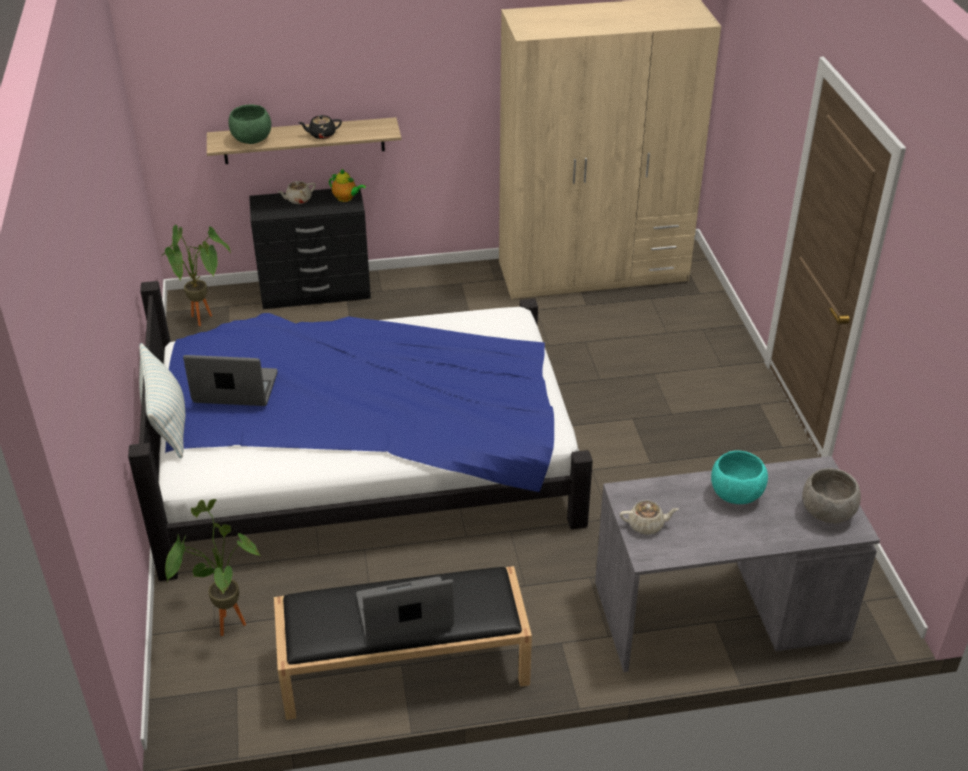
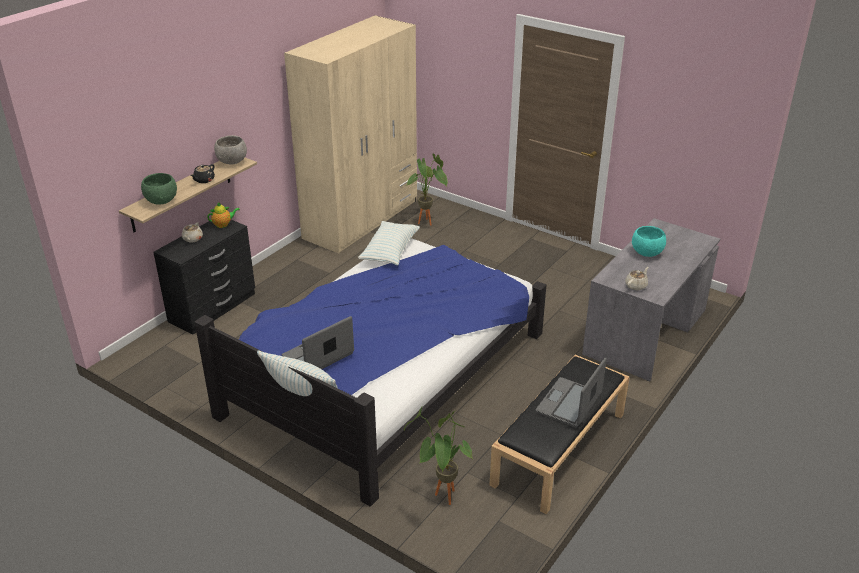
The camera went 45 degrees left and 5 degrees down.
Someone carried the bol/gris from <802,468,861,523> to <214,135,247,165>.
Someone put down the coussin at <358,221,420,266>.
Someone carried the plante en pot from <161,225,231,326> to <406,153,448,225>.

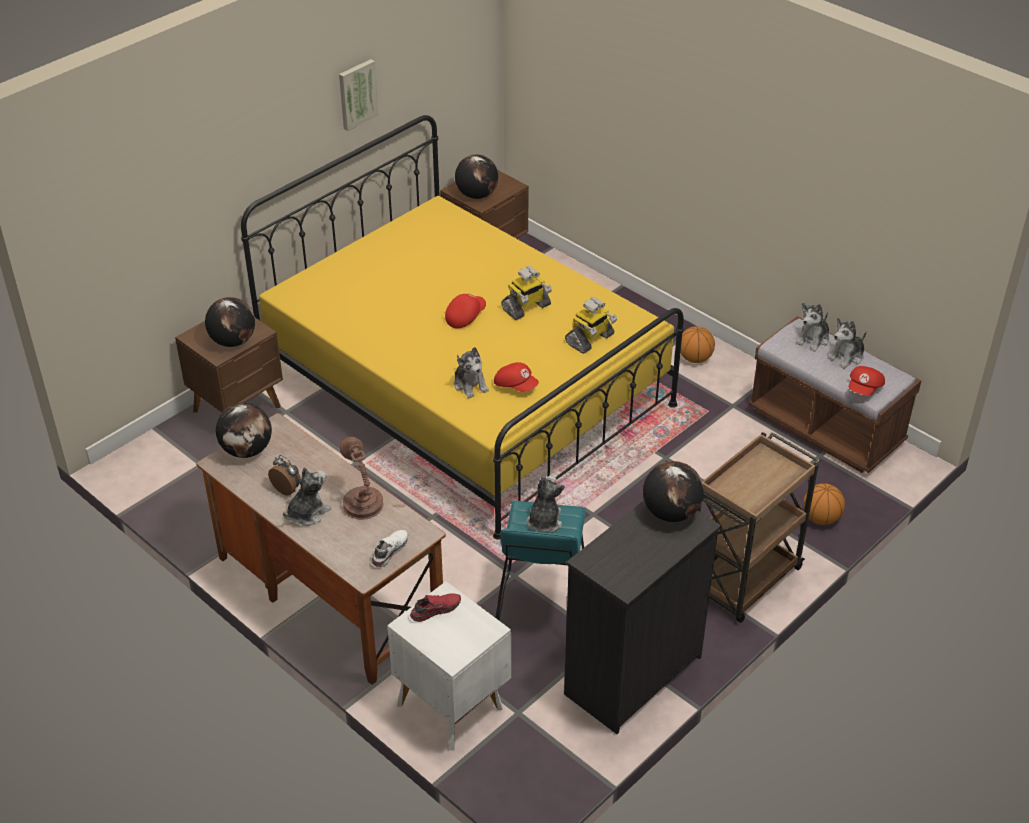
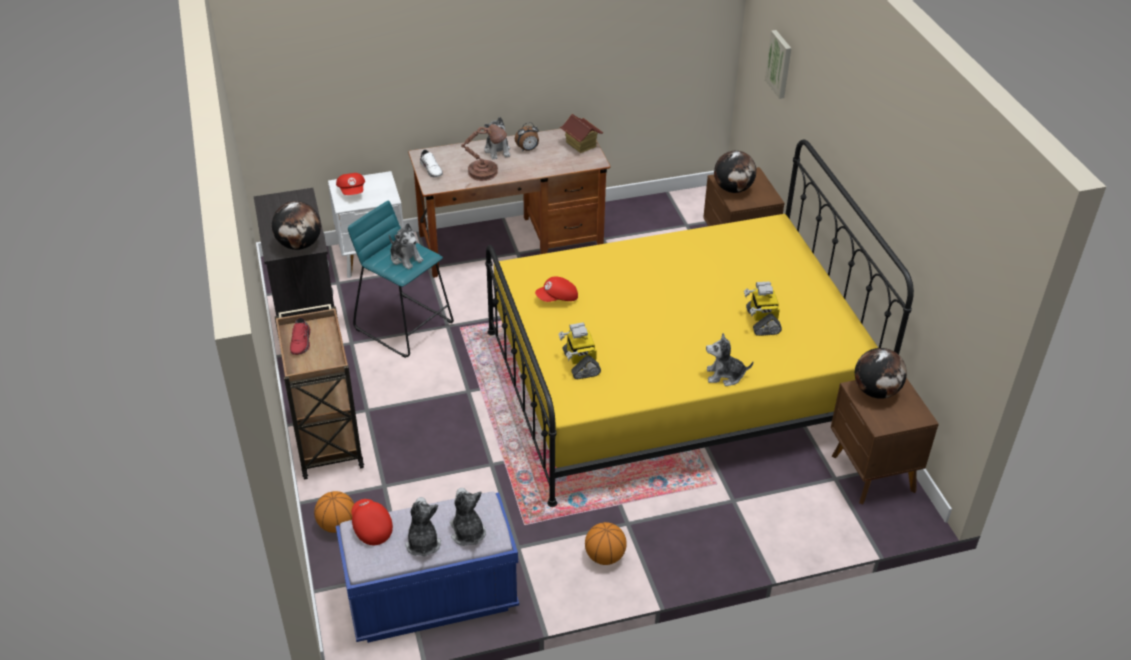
The camera went 120 degrees right and 0 degrees up.
Someone carried the chaussure/rouge from <410,593,461,622> to <290,317,311,355>.
Someone carried the casquette/rouge from <445,293,486,328> to <336,173,365,195>.
Someone repainted the banc/marron at <748,316,921,473>, which became the banc/bleu at <336,491,519,643>.
Someone swapped the globe at <216,403,272,458> for the maison miniature at <560,114,603,153>.
Someone carried the peluche from <454,347,489,398> to <706,333,753,386>.
Someone carried the robot jouet from <501,266,552,320> to <744,281,782,336>.
Someone carried the tableau from <339,59,379,131> to <765,30,791,99>.

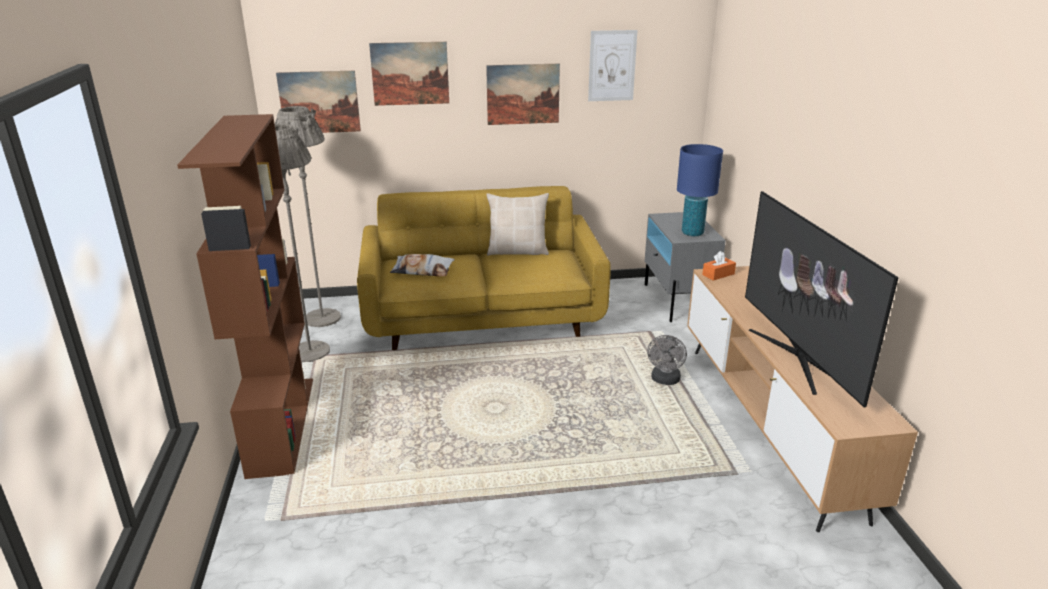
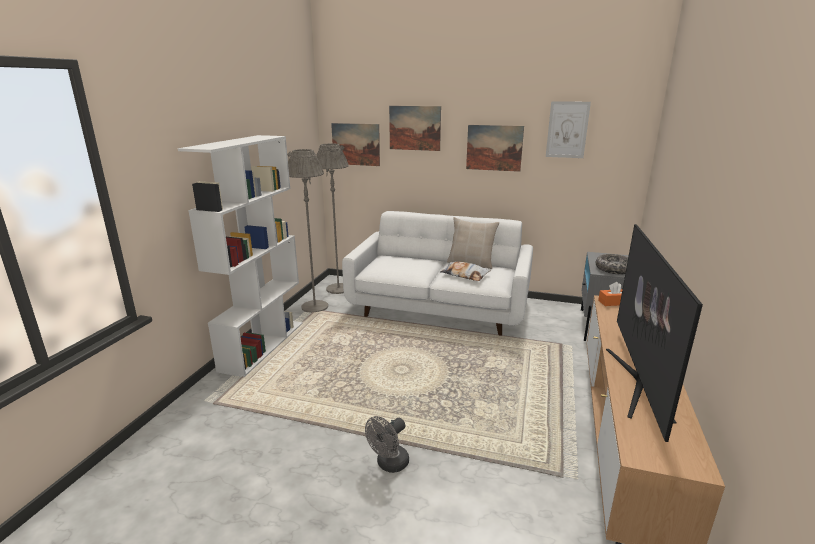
The camera went 25 degrees right and 5 degrees down.
Someone repainted the bibliothèque/marron at <177,114,313,479>, which became the bibliothèque/blanc at <178,135,303,377>.
Someone repainted the canapé/jaune at <357,186,611,350>, which became the canapé/blanc at <342,211,533,336>.
Someone carried the ventilateur/gris from <647,335,687,385> to <365,416,409,473>.
Someone carried the coussin from <390,254,455,276> to <440,261,491,281>.
Someone swapped the lampe de table/bleu at <677,144,723,236> for the bol at <596,254,628,274>.

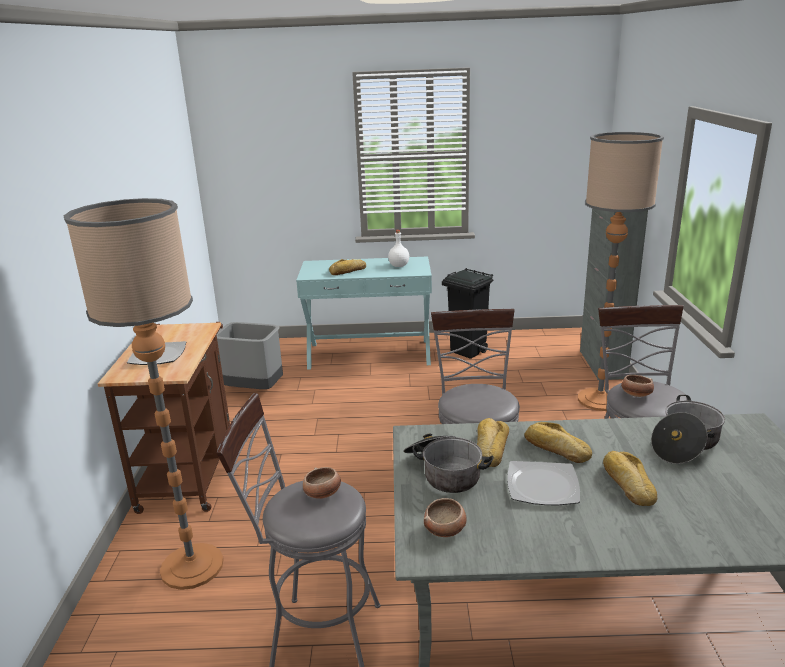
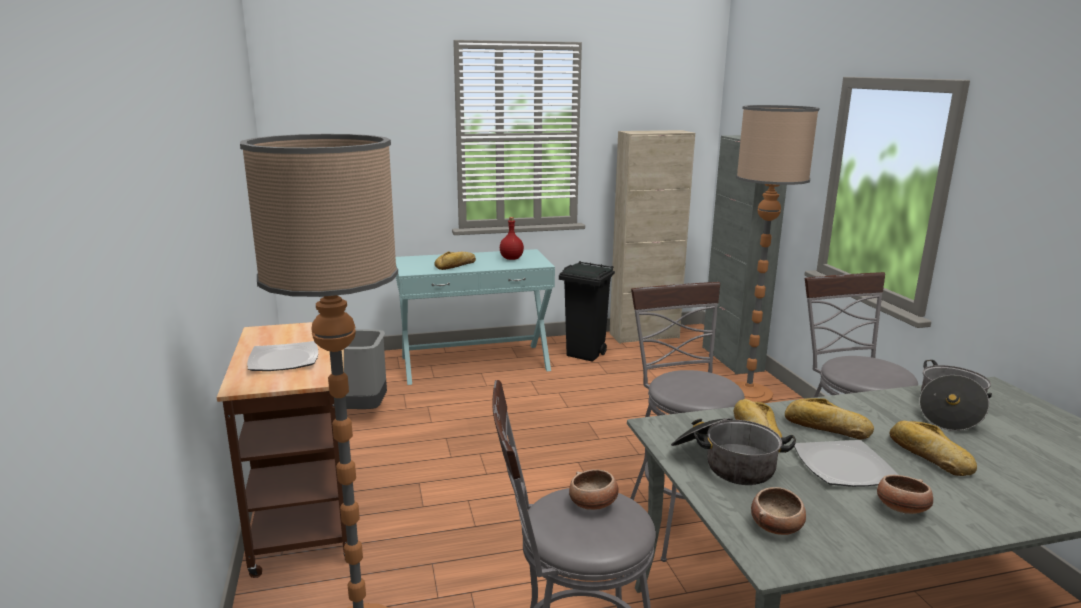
The camera went 15 degrees left and 5 degrees down.
Someone repainted the bouteille/blanc at <388,230,409,267>, which became the bouteille/rouge at <500,217,524,260>.
Someone put down the meuble de rangement/beige at <610,130,695,344>.
Someone carried the bol from <621,375,654,397> to <877,475,933,514>.

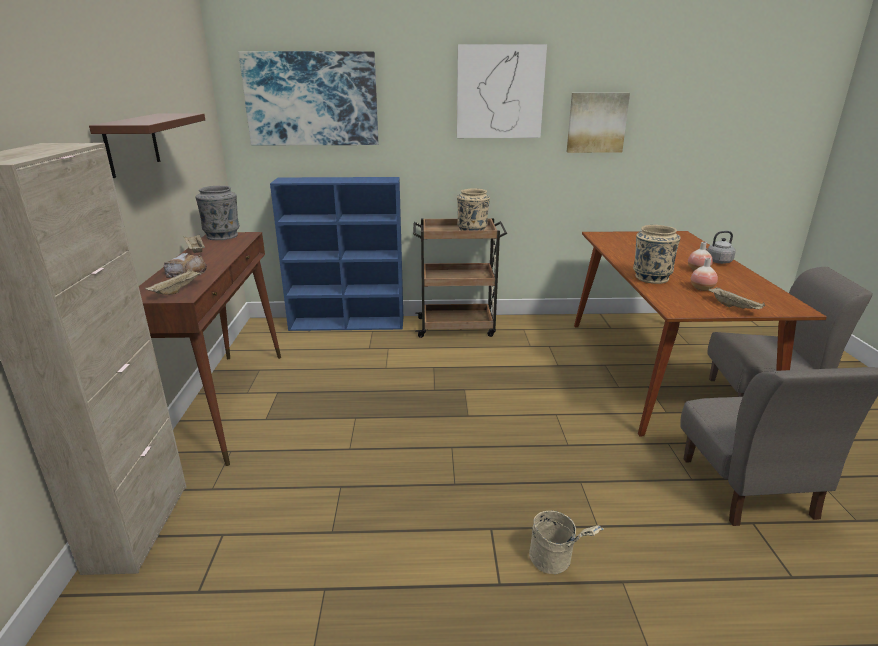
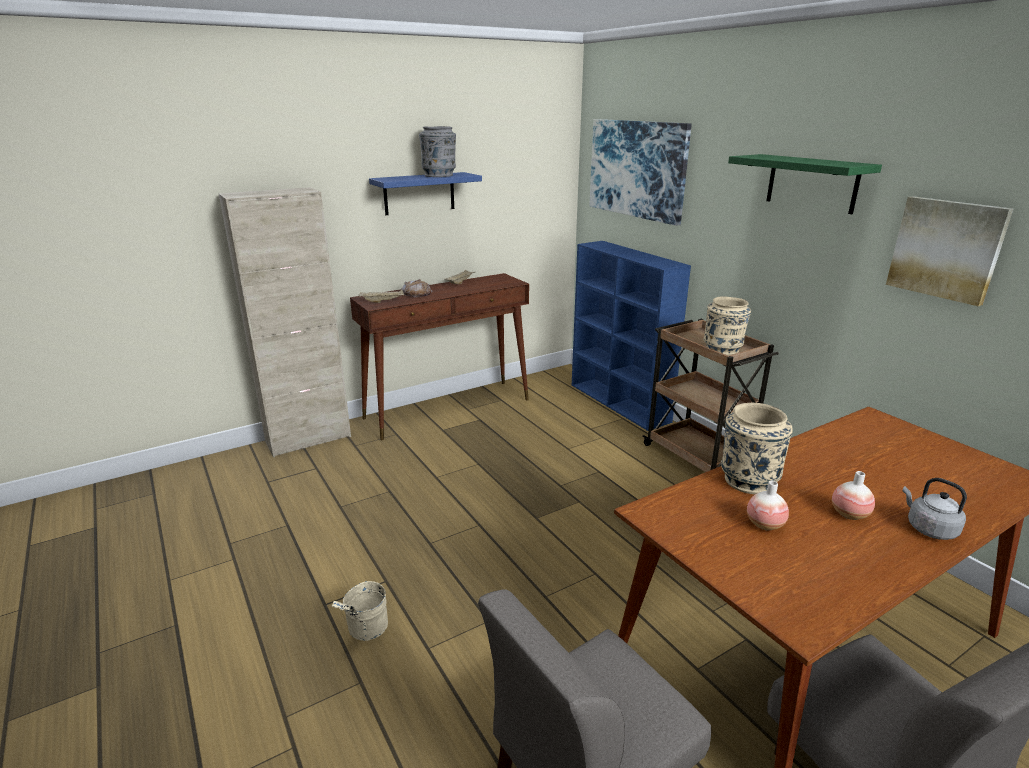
The camera went 60 degrees right and 0 degrees up.
Someone repainted the étagère/marron at <89,114,205,178>, which became the étagère/bleu at <369,172,482,215>.
Someone carried the vase/gris from <195,186,240,240> to <419,126,456,177>.
Someone swapped the tableau at <457,44,547,138> for the étagère/vert at <728,154,882,214>.
Someone took away the plateau/beige at <708,287,765,309>.

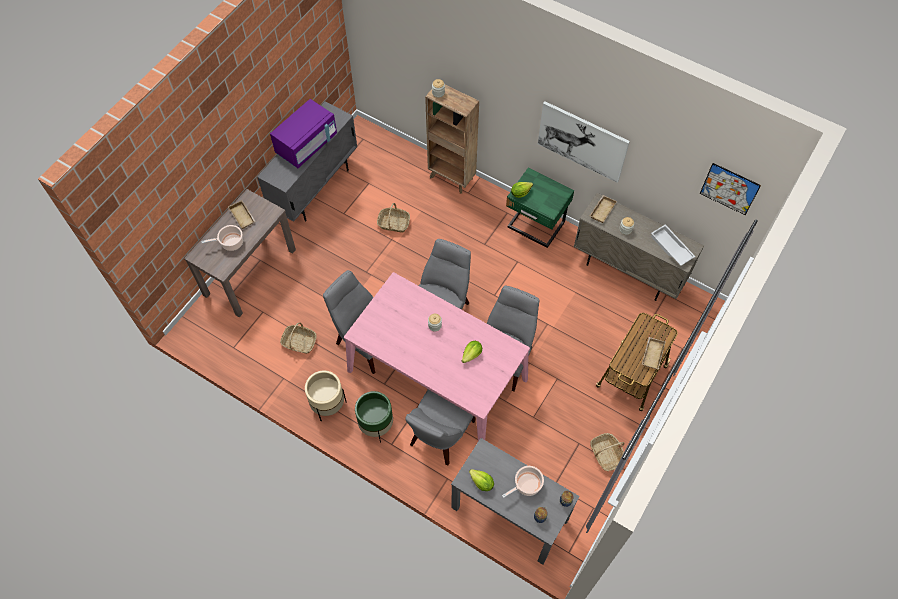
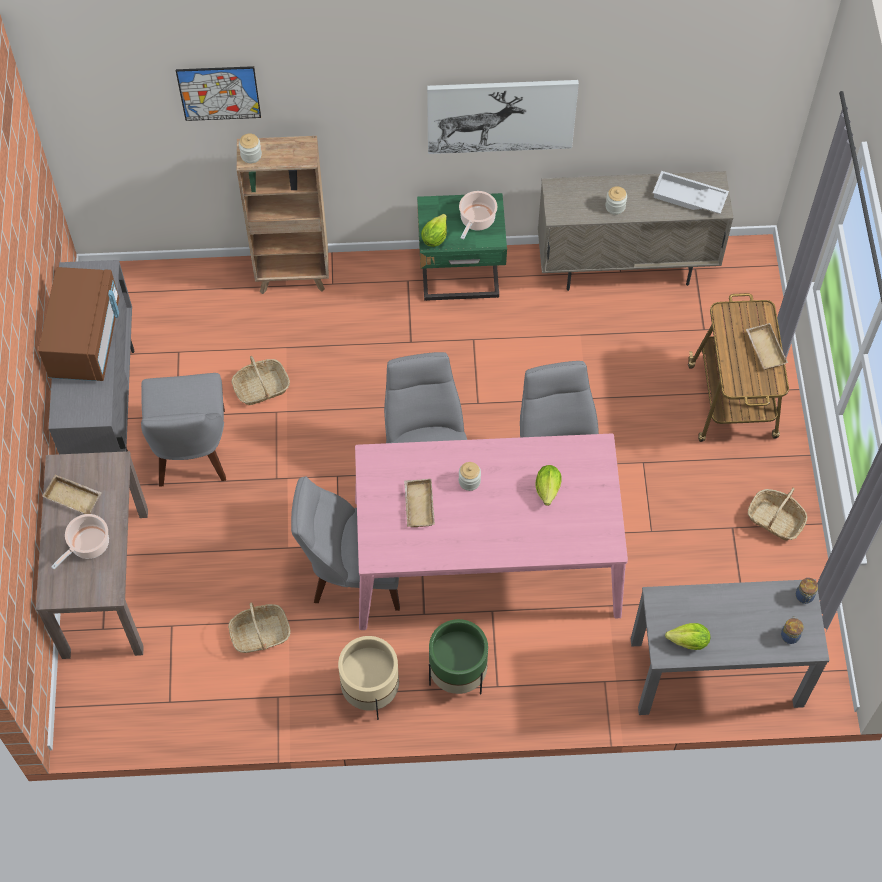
The camera went 35 degrees left and 0 degrees up.
Someone repainted the micro-ondes/violet at <270,99,337,168>, which became the micro-ondes/marron at <38,267,119,381>.
Someone carried the chaise/gris from <405,389,476,466> to <141,373,226,487>.
Someone carried the tableau from <700,163,761,215> to <176,66,261,121>.
Someone carried the plateau/beige from <590,195,617,223> to <404,479,435,527>.
Someone carried the marmite from <502,466,544,498> to <459,191,497,239>.

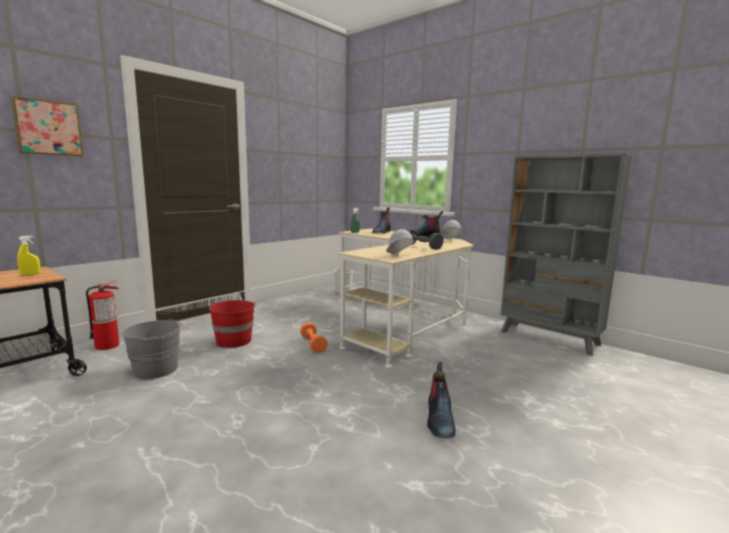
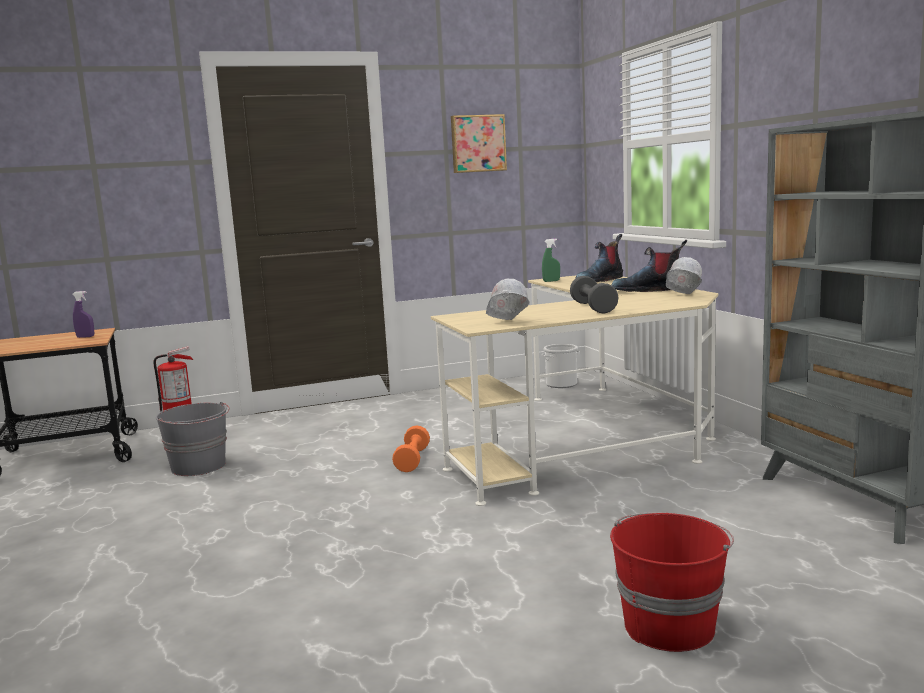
The camera went 30 degrees right and 0 degrees up.
Someone repainted the vaporisateur/jaune at <17,236,40,275>, which became the vaporisateur/violet at <72,291,94,338>.
Someone carried the tableau from <11,95,84,156> to <451,114,507,173>.
Someone carried the seau/rouge from <209,300,256,348> to <610,512,734,652>.
Someone took away the botte at <427,362,455,438>.

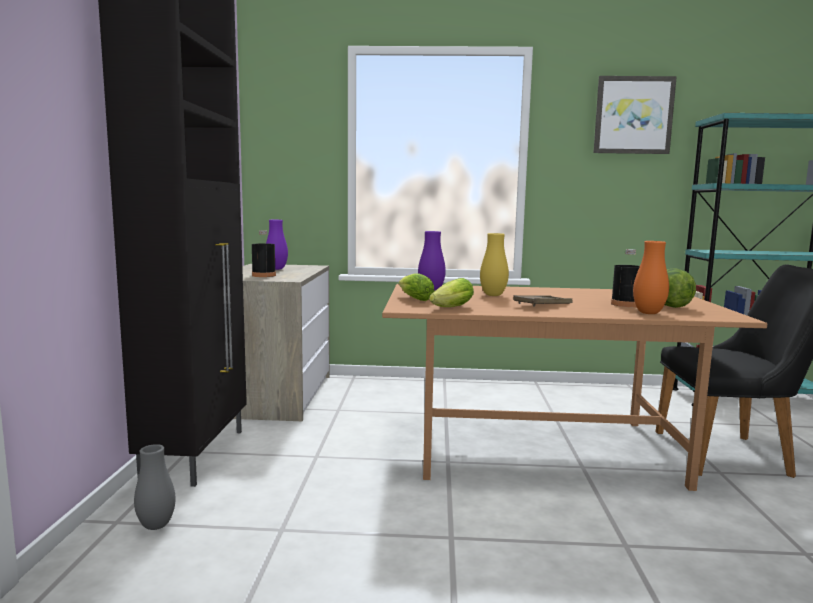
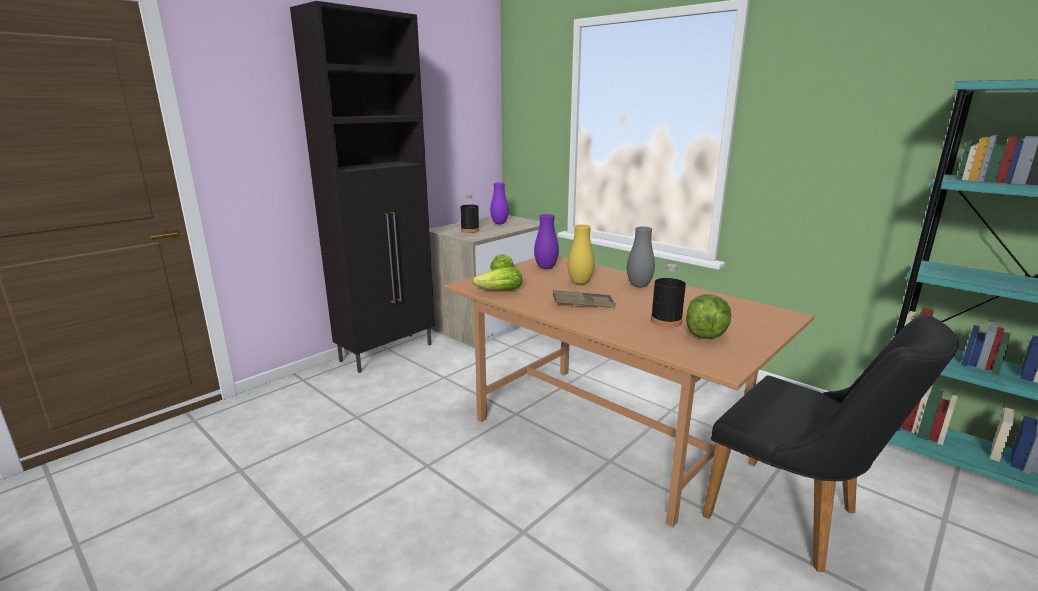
The camera went 40 degrees right and 10 degrees up.
Someone carried the vase/gris from <134,444,176,530> to <627,226,655,287>.
Someone took away the tableau at <593,76,677,154>.
Someone took away the vase/orange at <633,241,669,314>.

